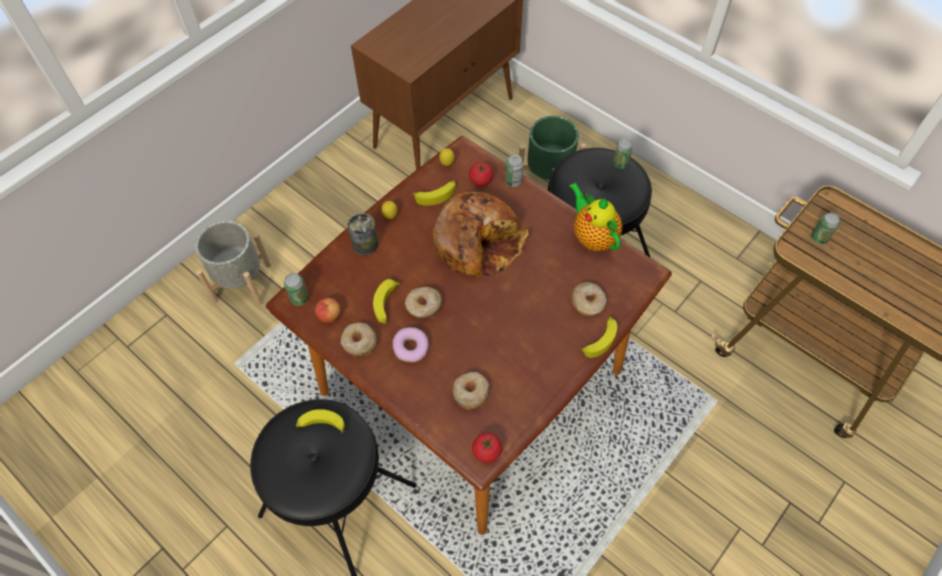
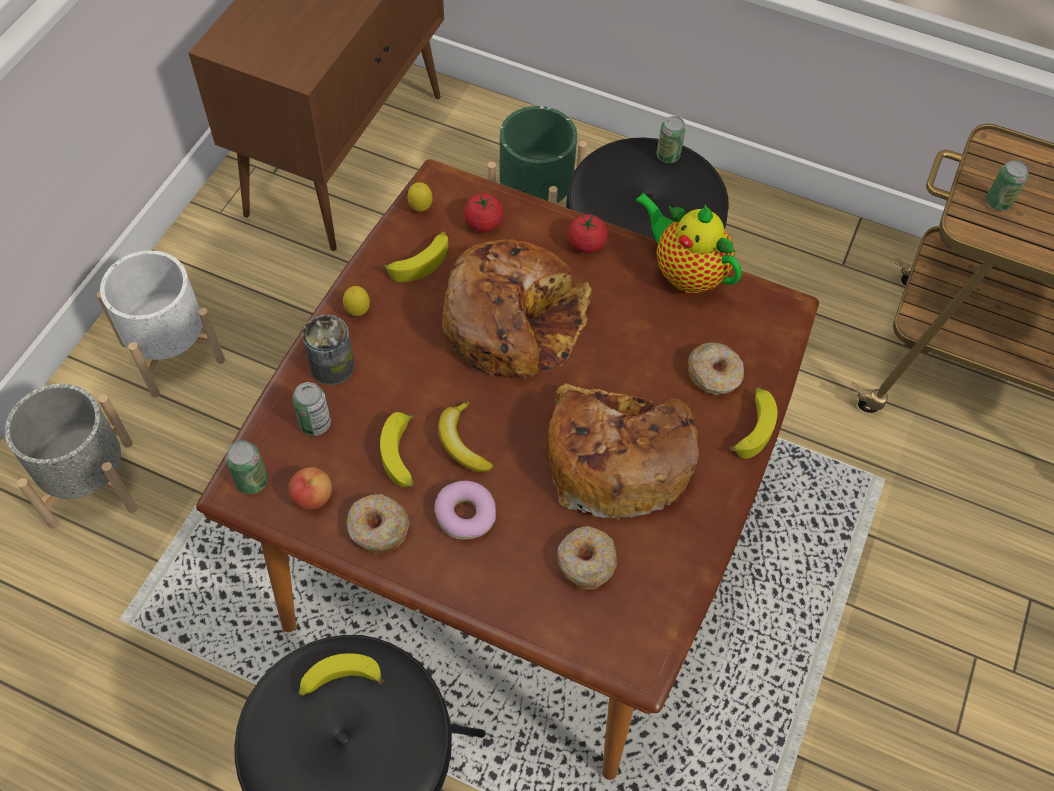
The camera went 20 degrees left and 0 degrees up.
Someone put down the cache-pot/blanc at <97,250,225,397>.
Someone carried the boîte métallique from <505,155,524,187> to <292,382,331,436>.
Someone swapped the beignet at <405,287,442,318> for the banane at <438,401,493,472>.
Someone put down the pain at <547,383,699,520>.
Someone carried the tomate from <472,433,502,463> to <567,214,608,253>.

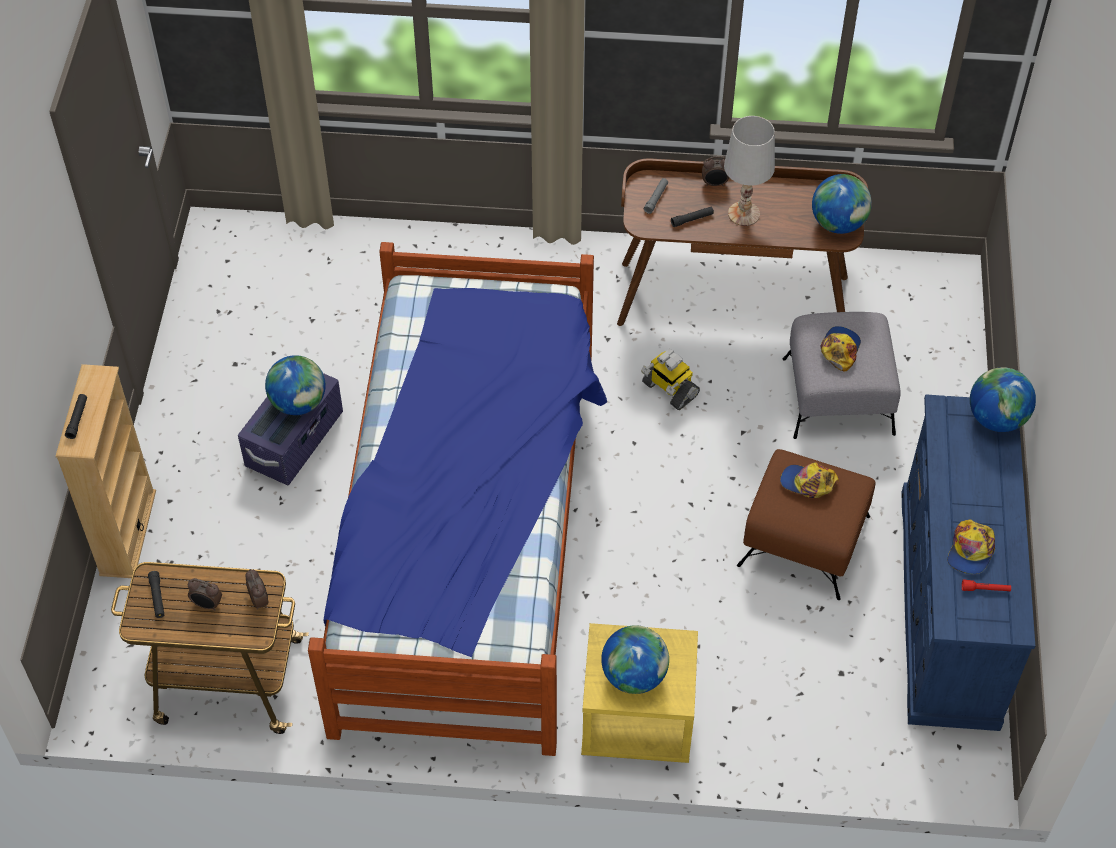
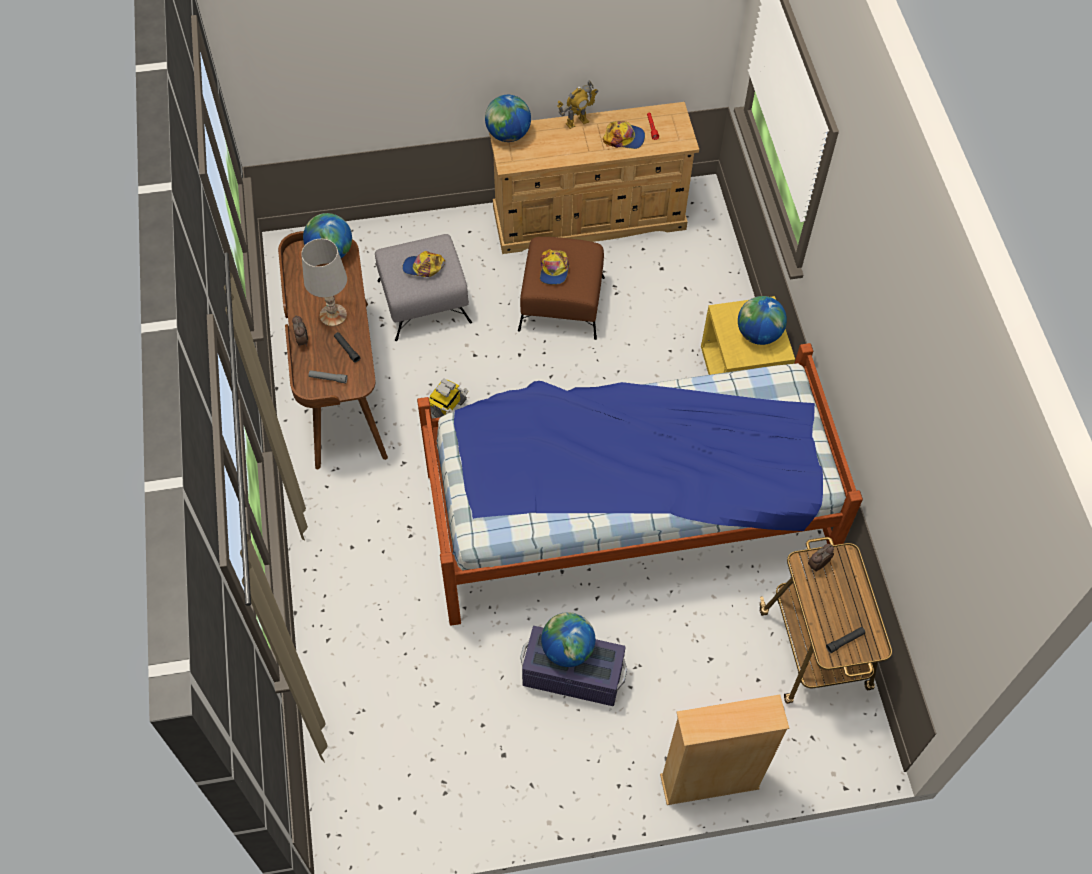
The camera went 105 degrees left and 5 degrees up.
Someone repainted the commode/bleu at <901,394,1035,731>, which became the commode/beige at <489,102,699,254>.
Someone put down the robot jouet at <557,80,598,129>.
Someone took away the lampe de poche/noir at <65,394,87,439>.
Someone took away the réveil at <188,578,222,611>.

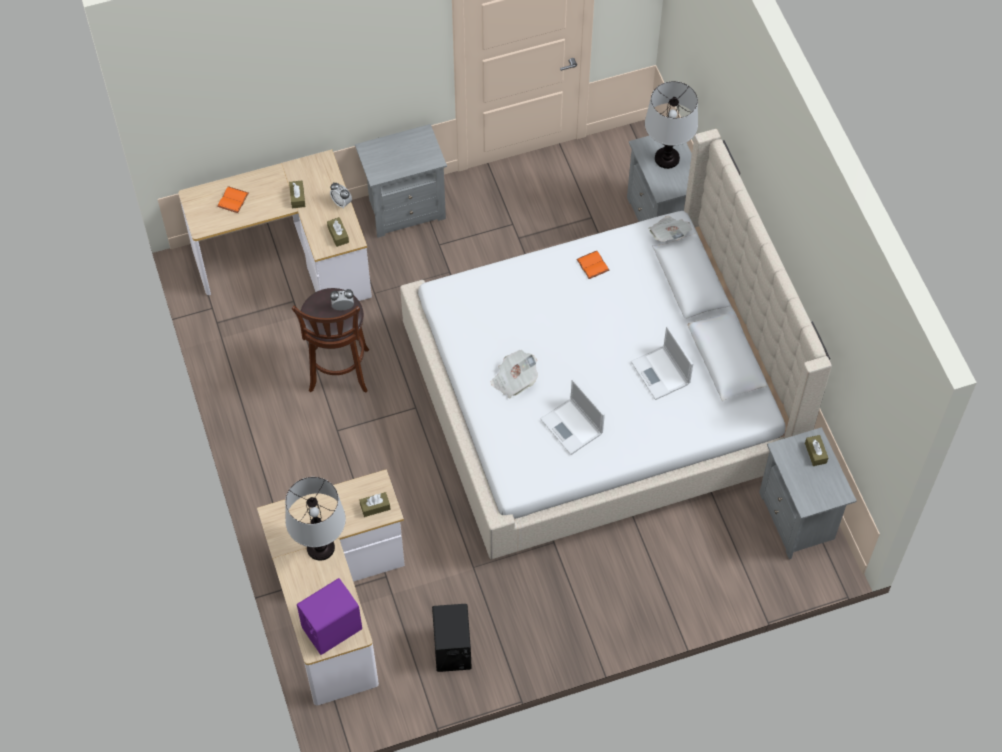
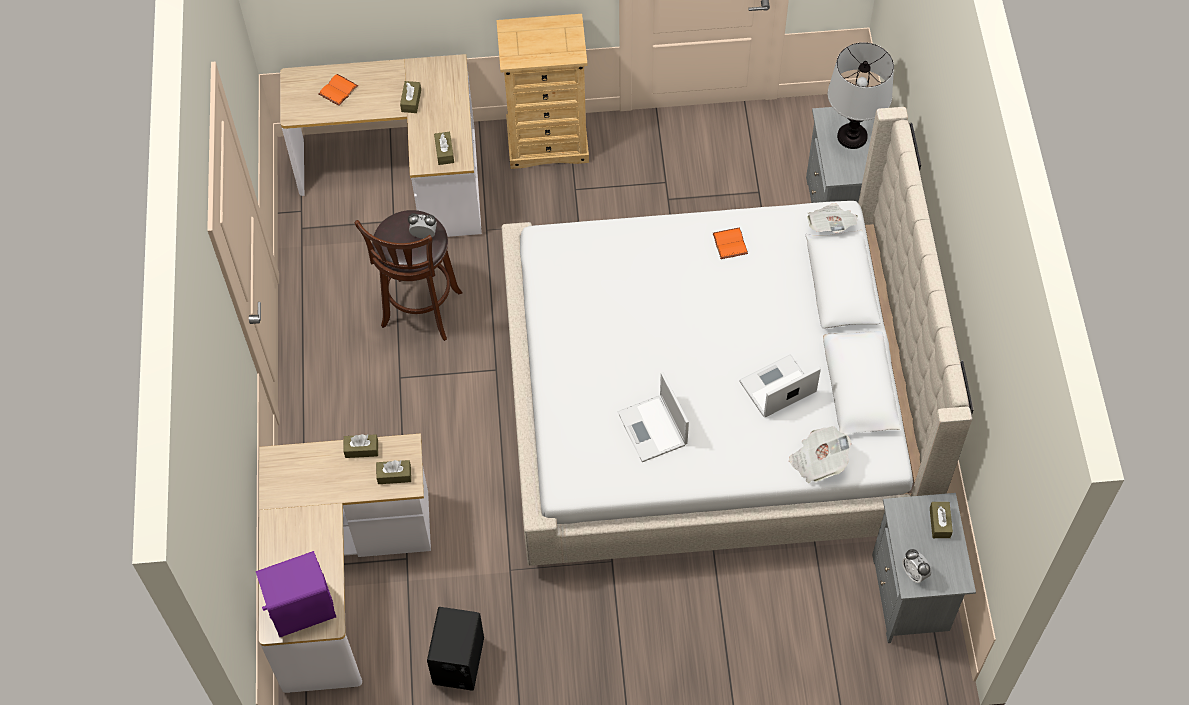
The camera went 15 degrees right and 0 degrees up.
Someone put down the boîte à mouchoirs/marron at <343,434,378,458>.
Someone swapped the table de chevet/gris at <355,124,447,238> for the commode/beige at <496,14,589,169>.
Someone rotated the ordinateur portable at <631,326,693,400> by 75 degrees clockwise.
Someone carried the journal from <491,350,538,398> to <789,426,852,483>.
Someone carried the réveil from <330,183,352,209> to <902,549,931,583>.
Someone took away the lampe de table at <285,477,346,561>.

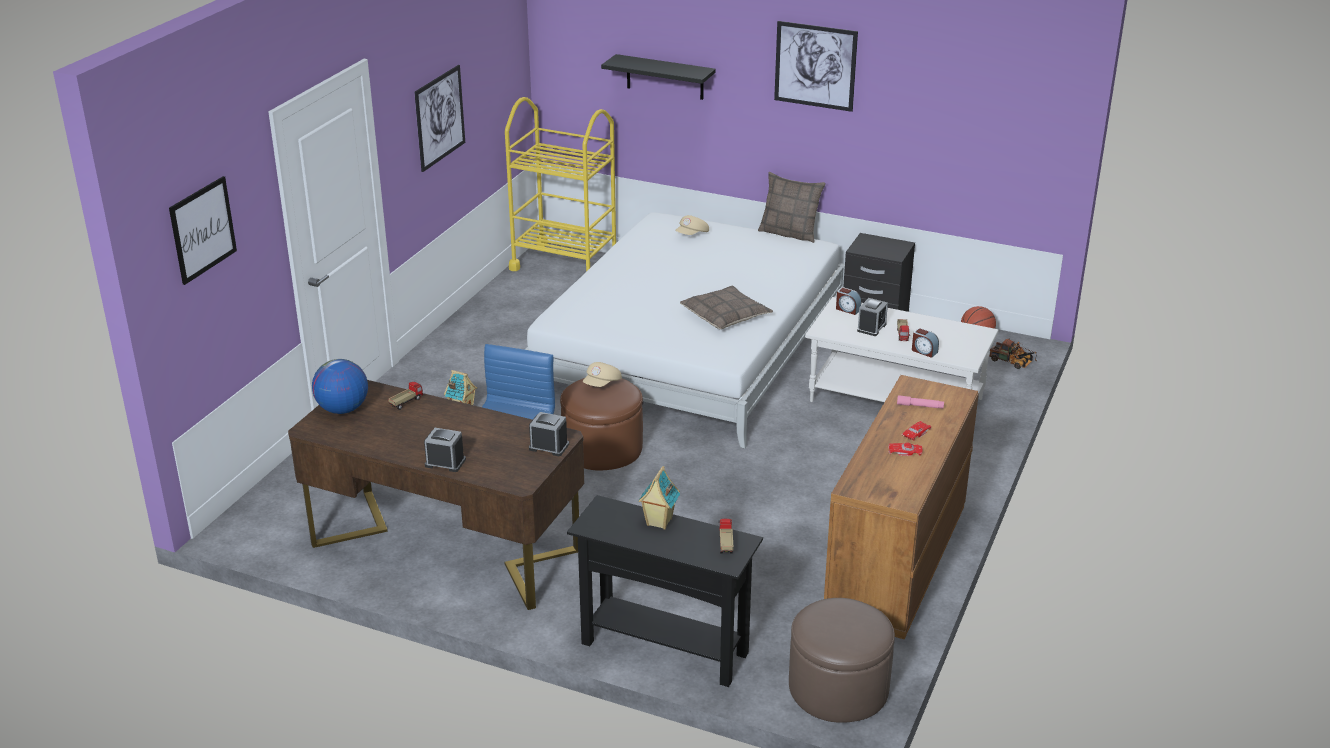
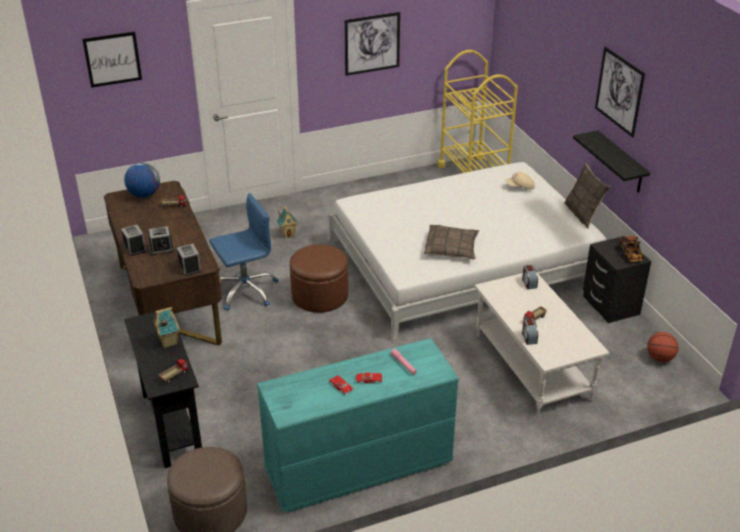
The camera went 45 degrees right and 5 degrees up.
Someone carried the réveil from <857,298,888,336> to <148,226,174,255>.
Someone repainted the commode/marron at <824,375,979,639>, which became the commode/turquoise at <257,338,459,512>.
Someone carried the étagère/noir from <601,54,716,100> to <573,130,650,193>.
Someone carried the camion jouet from <989,338,1037,369> to <618,236,643,262>.
Someone took away the casquette/beige at <583,362,622,387>.

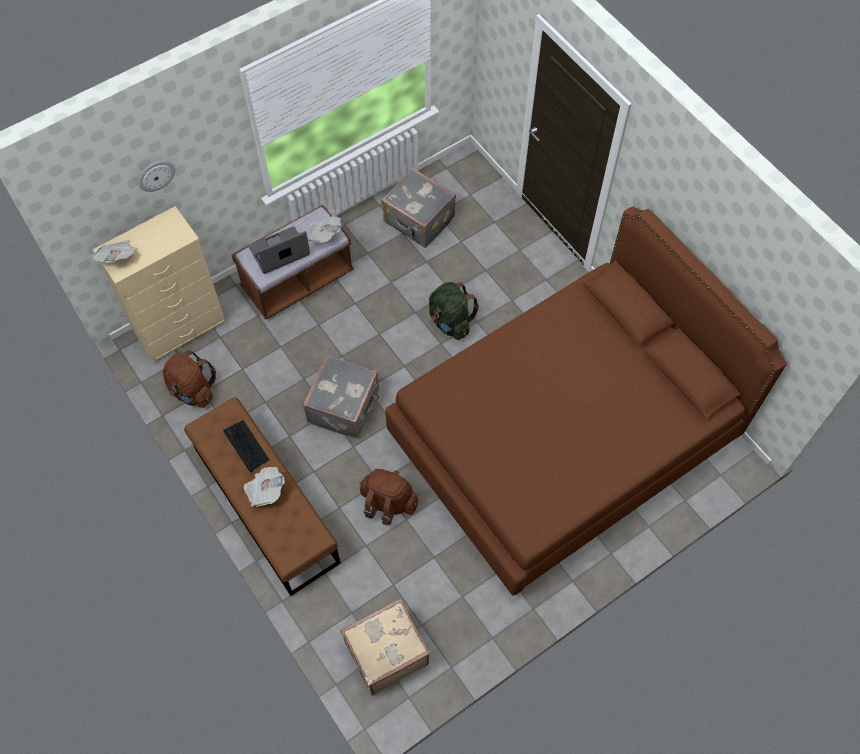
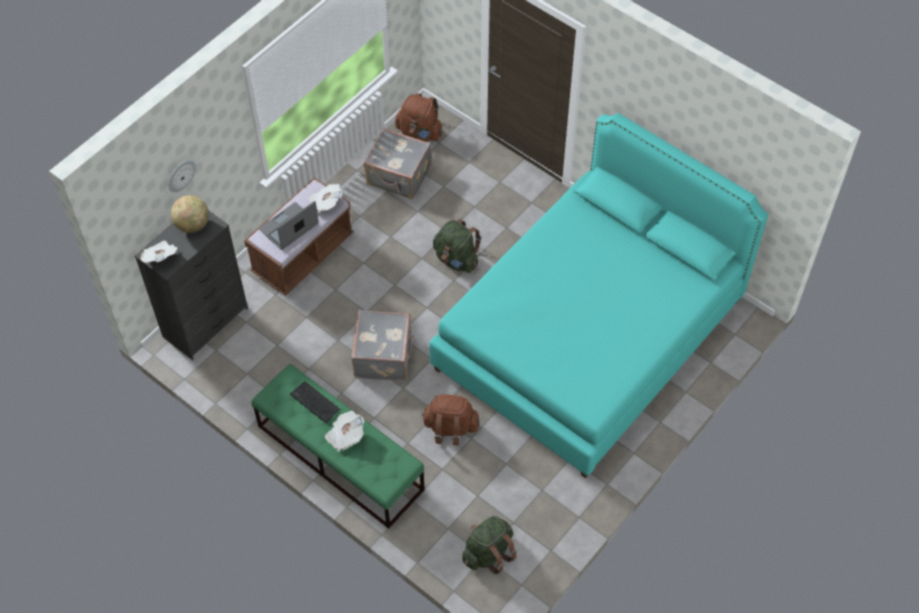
The camera went 15 degrees left and 5 degrees down.
Someone repainted the commode/beige at <93,206,226,364>, which became the commode/noir at <135,210,248,360>.
Someone put down the globe at <171,195,209,233>.
Someone repainted the banc/marron at <184,397,341,596>, which became the banc/vert at <252,364,425,529>.
Someone carried the sac à dos/marron from <163,350,216,408> to <395,93,443,142>.
Someone repainted the lit/marron at <385,206,787,596>, which became the lit/turquoise at <429,113,768,478>.
Someone swapped the valise/beige at <341,598,430,695> for the sac à dos/vert at <463,516,517,574>.

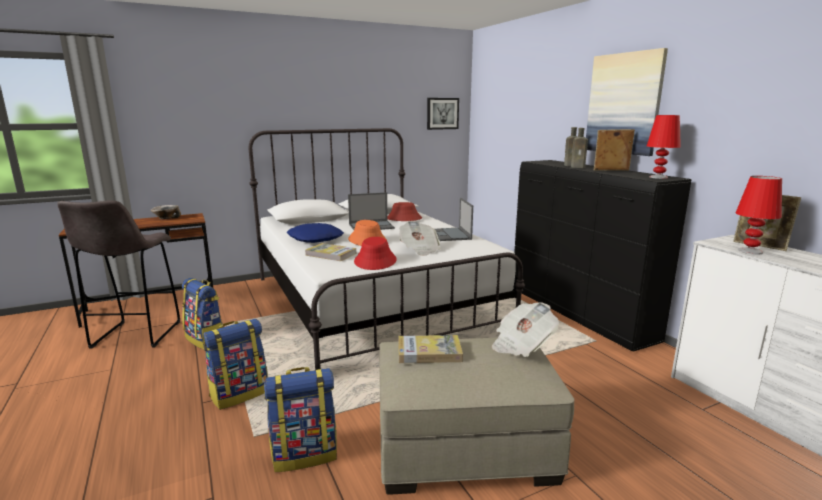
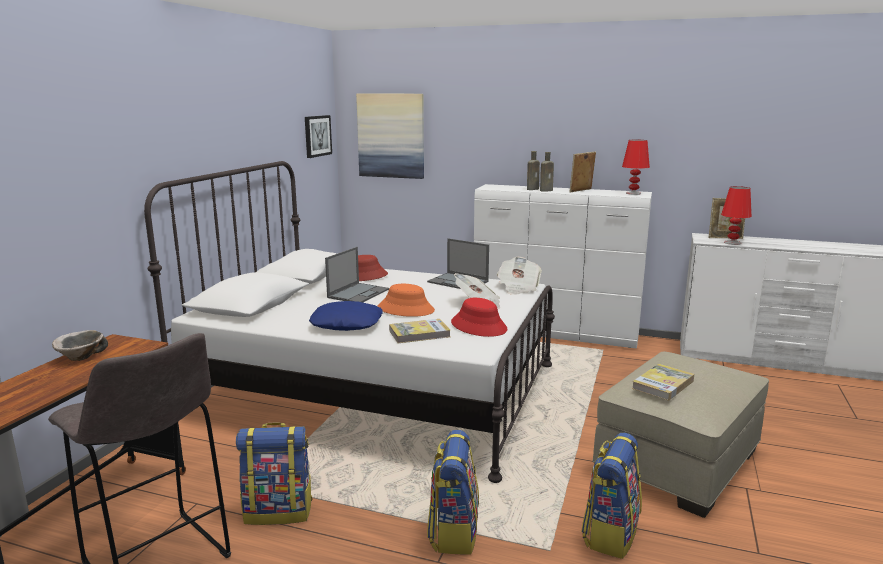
The camera went 45 degrees left and 0 degrees up.
Someone carried the tableau from <586,48,668,156> to <356,94,424,179>.
Someone repainted the commode/noir at <514,160,692,352>, which became the commode/blanc at <474,184,652,348>.
Someone carried the journal from <492,302,559,357> to <497,257,542,295>.

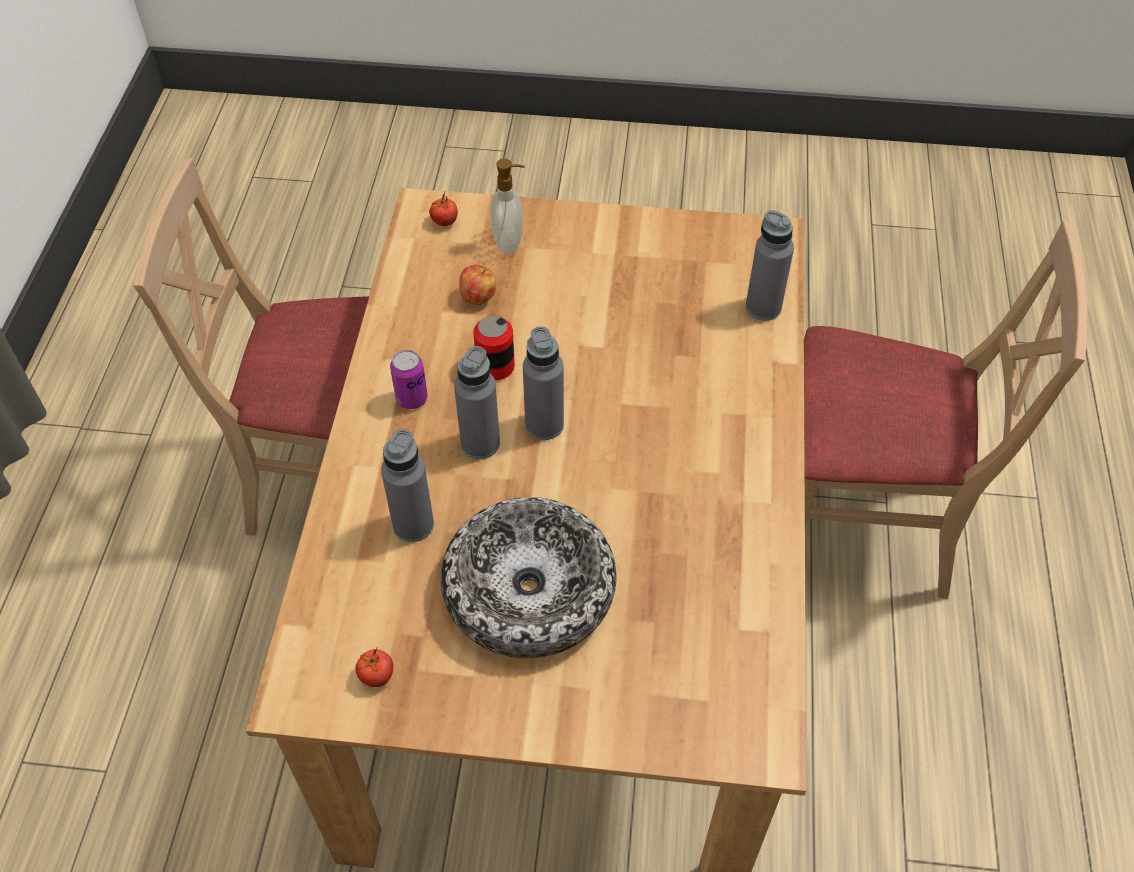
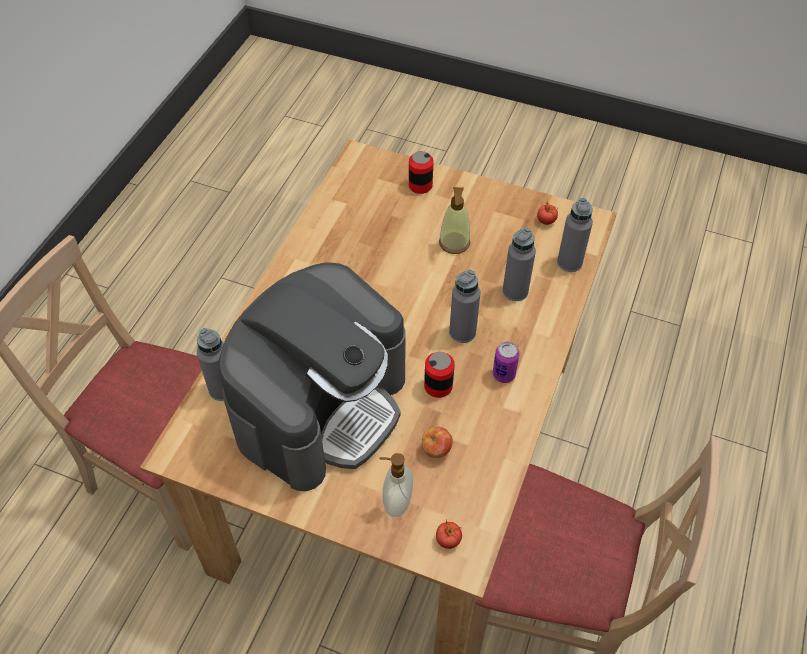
The camera went 165 degrees left and 0 degrees up.
Someone put down the machine à café at <218,263,406,491>.
Someone put down the boîte métallique at <409,151,434,194>.
Someone swapped the bol at <441,497,617,658> for the distributeur de savon at <439,187,470,254>.
Someone carried the bouteille/gris from <523,327,564,440> to <557,198,593,272>.

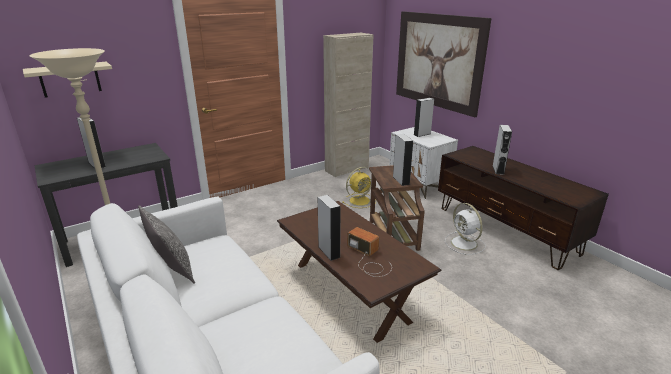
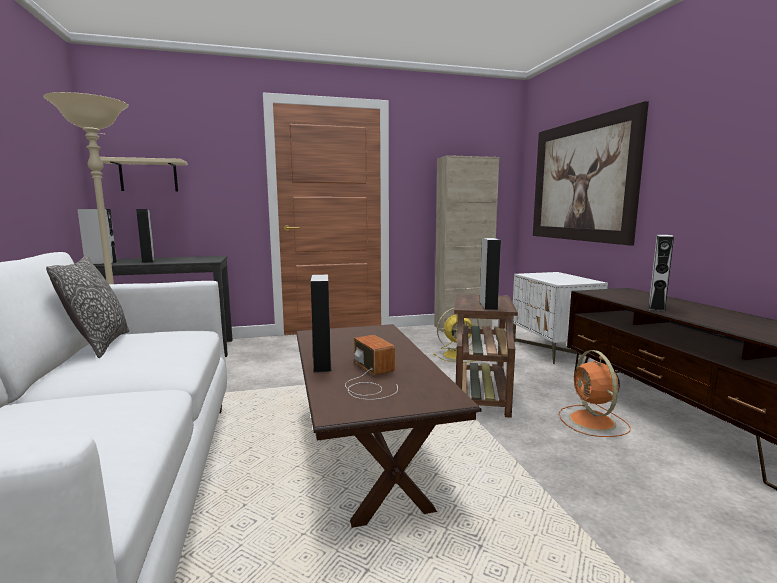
The camera went 20 degrees right and 15 degrees down.
Someone carried the enceinte/gris from <414,98,434,137> to <77,209,117,264>.
Someone repainted the ventilateur/blanc at <445,203,486,255>, which became the ventilateur/orange at <559,350,631,437>.

